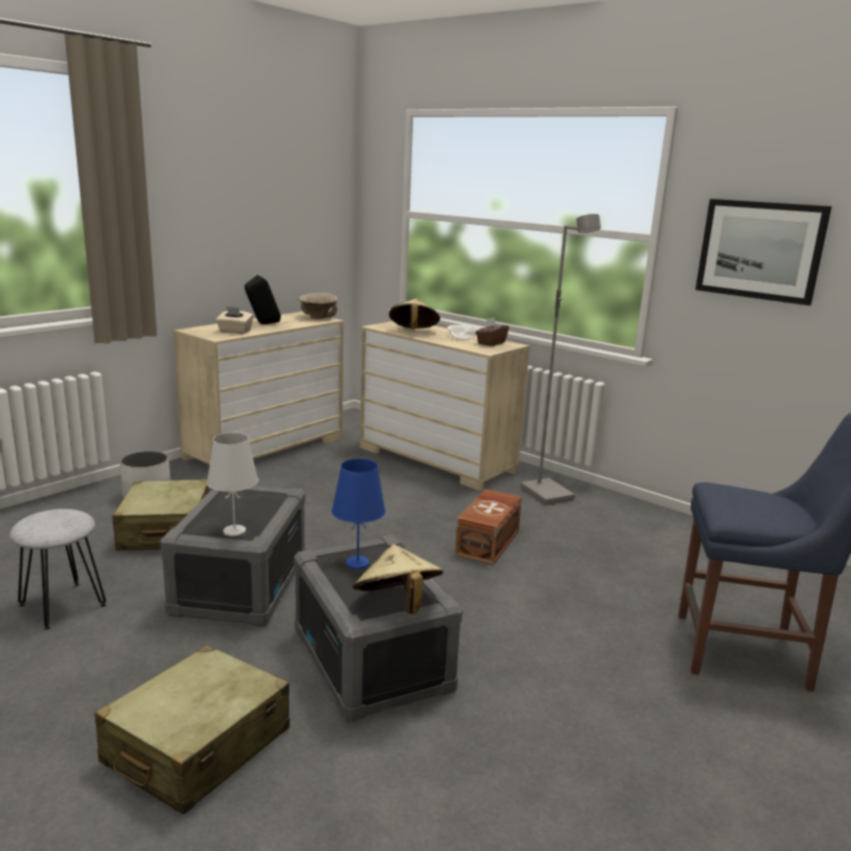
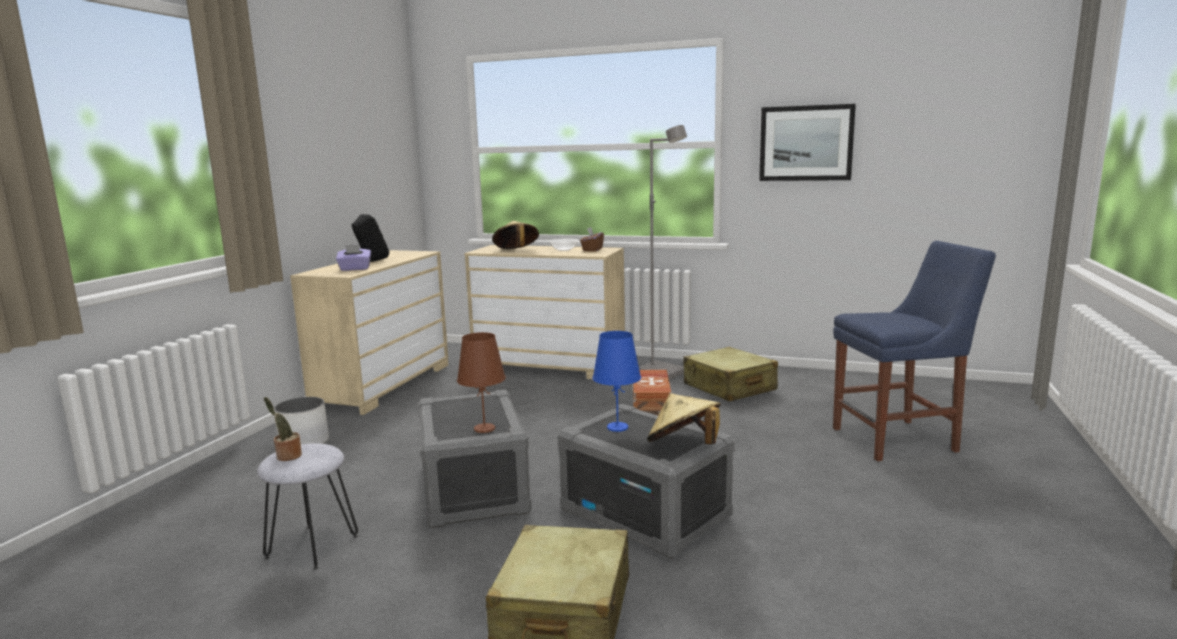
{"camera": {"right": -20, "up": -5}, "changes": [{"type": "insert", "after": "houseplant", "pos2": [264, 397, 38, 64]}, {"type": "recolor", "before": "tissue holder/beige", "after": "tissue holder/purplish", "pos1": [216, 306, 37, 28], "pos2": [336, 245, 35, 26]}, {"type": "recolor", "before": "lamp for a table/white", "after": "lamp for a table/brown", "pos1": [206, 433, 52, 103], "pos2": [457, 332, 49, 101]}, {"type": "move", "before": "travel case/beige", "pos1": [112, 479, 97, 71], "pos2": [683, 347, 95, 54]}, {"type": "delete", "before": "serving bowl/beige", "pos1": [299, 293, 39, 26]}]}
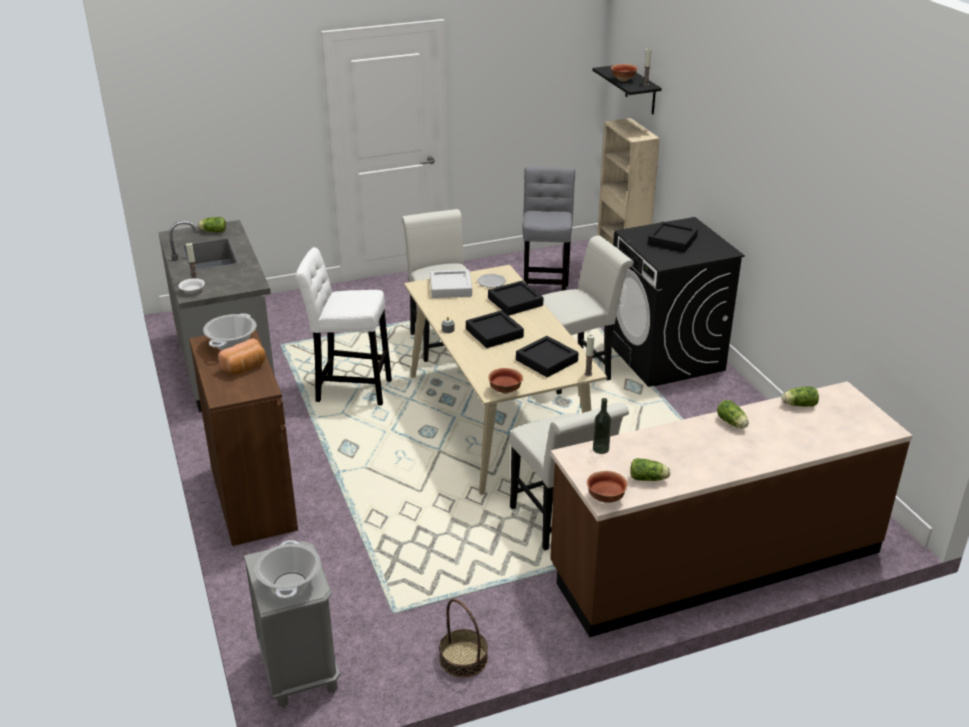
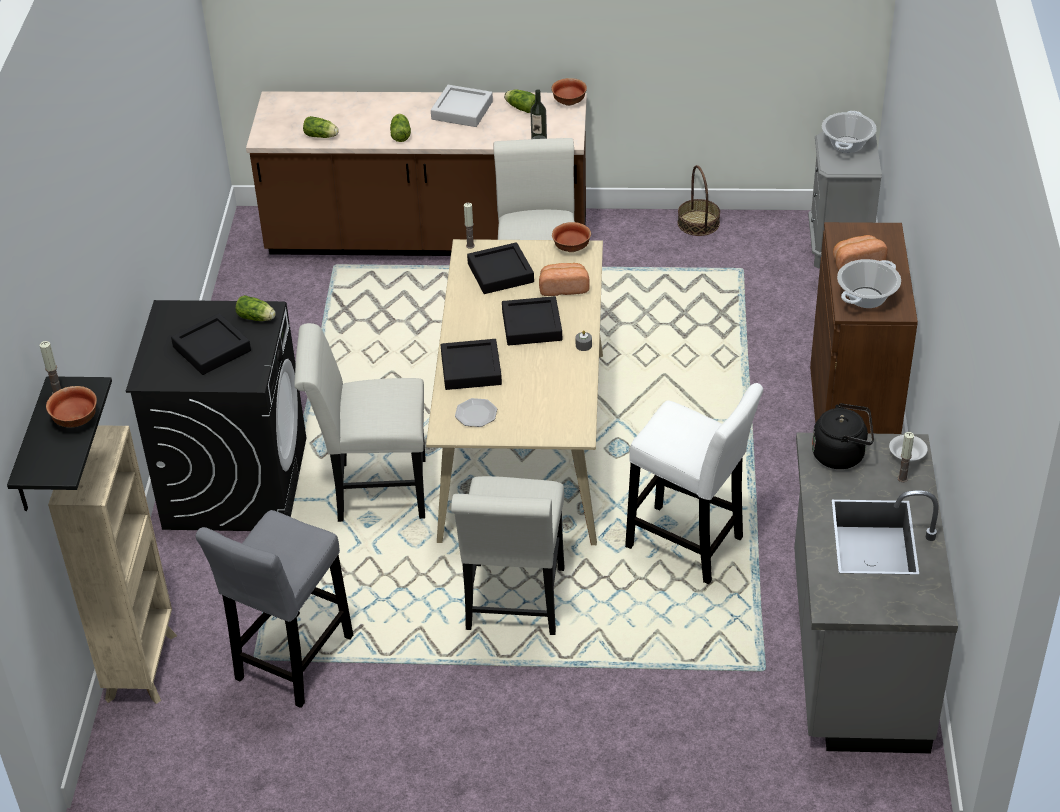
{"camera": {"right": -155, "up": 10}, "changes": [{"type": "move", "before": "lettuce head", "pos1": [198, 217, 28, 15], "pos2": [235, 295, 41, 26]}, {"type": "move", "before": "carrying tray/grey", "pos1": [430, 270, 42, 28], "pos2": [431, 85, 62, 42]}, {"type": "insert", "after": "bread", "pos2": [539, 263, 51, 33]}, {"type": "insert", "after": "water kettle/blackish", "pos2": [812, 403, 62, 66]}]}
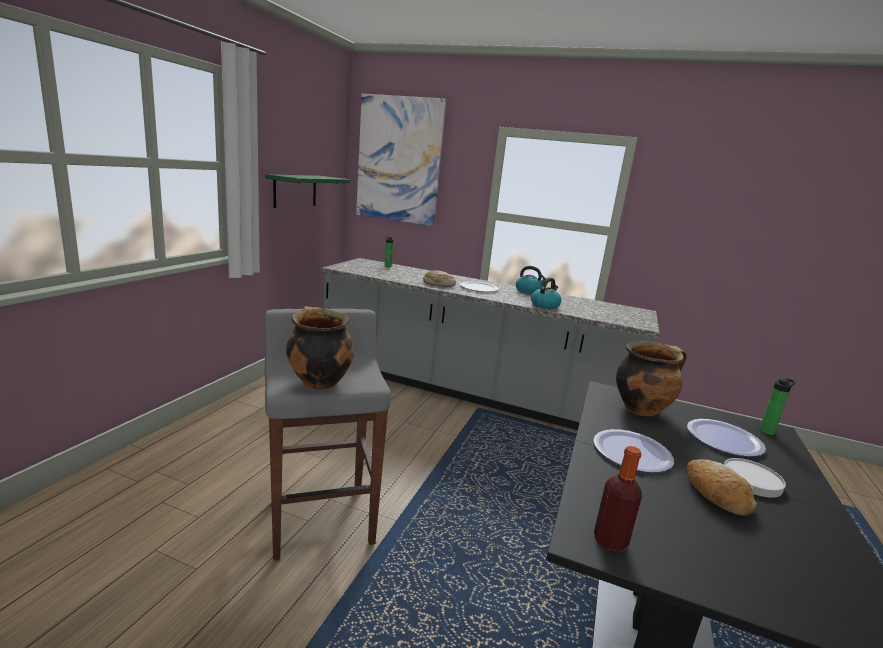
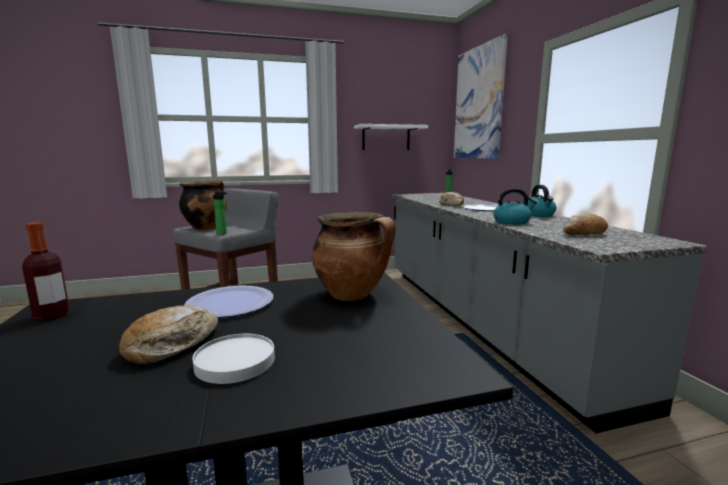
{"camera": {"right": 55, "up": -5}, "changes": [{"type": "move", "before": "bottle", "pos1": [759, 378, 37, 57], "pos2": [213, 191, 14, 44]}, {"type": "recolor", "before": "shelf/green-coloured", "after": "shelf/white", "pos1": [265, 174, 85, 34], "pos2": [354, 124, 74, 26]}, {"type": "insert", "after": "bread", "pos2": [563, 214, 45, 21]}, {"type": "delete", "before": "flat dish", "pos1": [687, 419, 79, 38]}]}
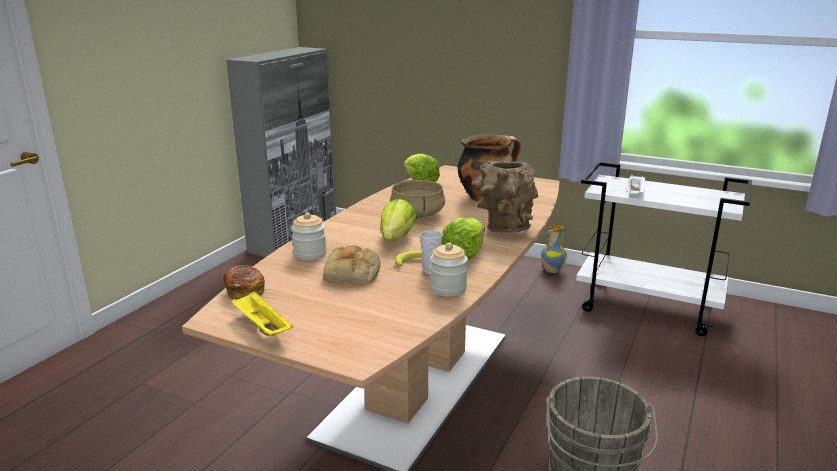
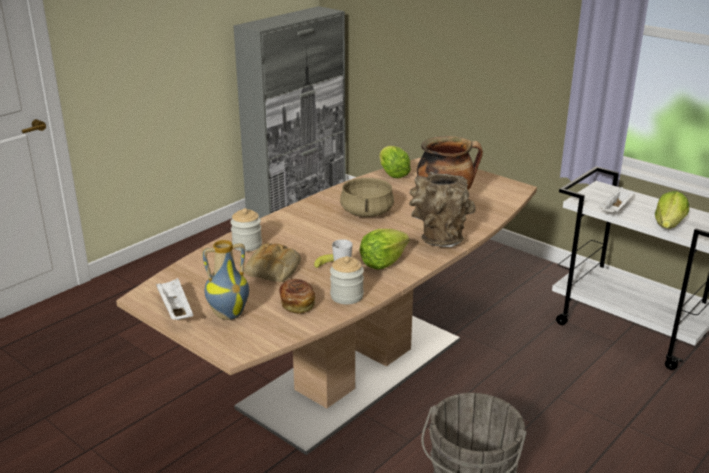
{"camera": {"right": 15, "up": 5}, "changes": [{"type": "recolor", "before": "carrying tray/yellow", "after": "carrying tray/white", "pos1": [231, 291, 63, 45], "pos2": [156, 278, 37, 42]}, {"type": "move", "before": "flower vase", "pos1": [540, 225, 27, 48], "pos2": [202, 240, 47, 80]}, {"type": "move", "before": "bread", "pos1": [223, 265, 42, 35], "pos2": [279, 279, 37, 35]}, {"type": "move", "before": "lettuce head", "pos1": [380, 199, 37, 42], "pos2": [655, 191, 34, 38]}]}
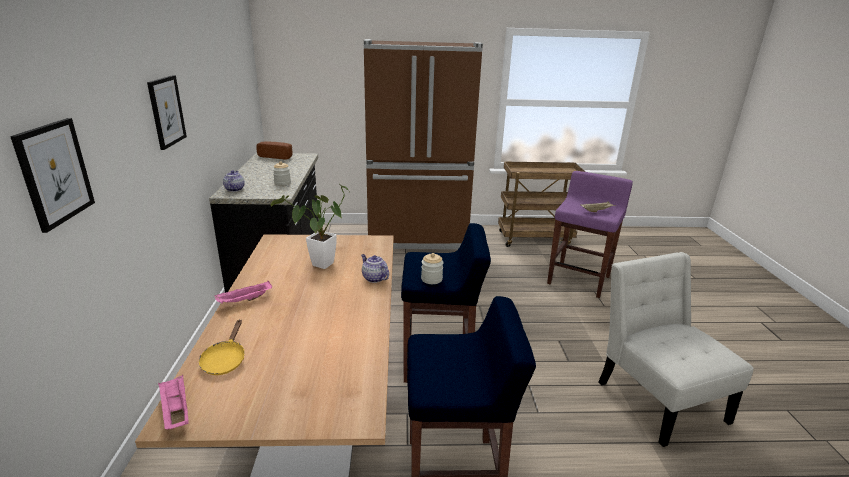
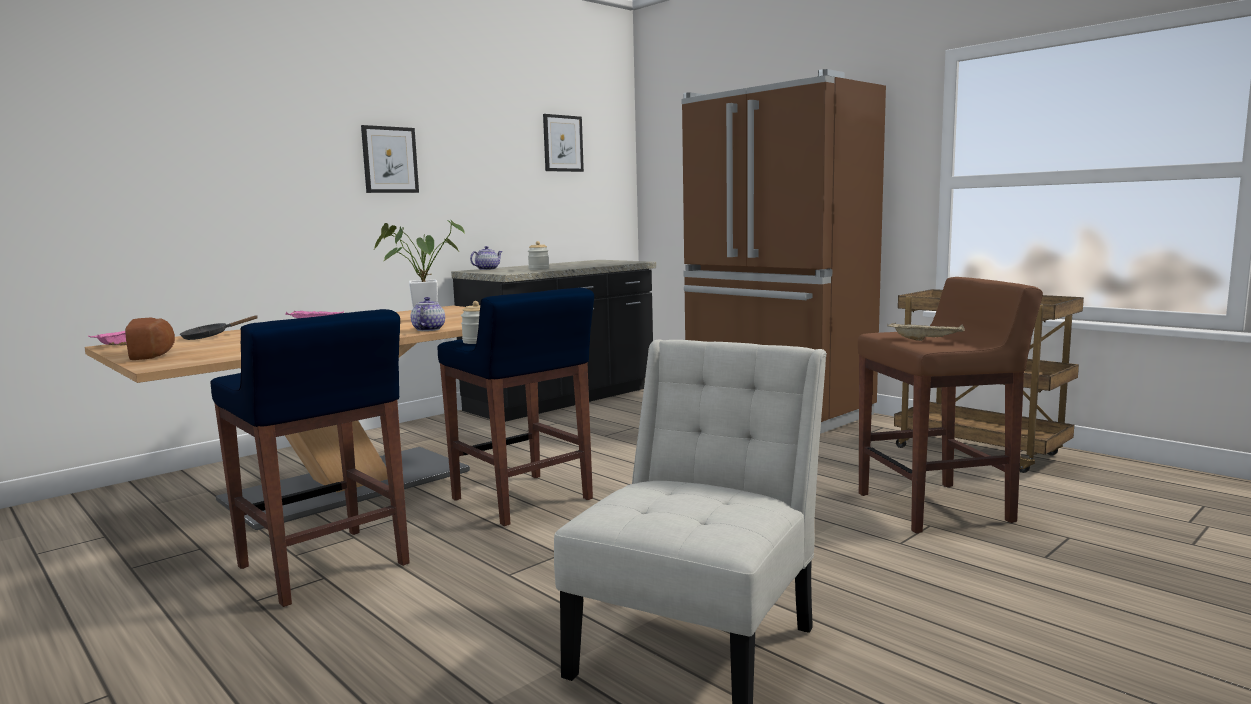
{"camera": {"right": 50, "up": -15}, "changes": [{"type": "move", "before": "bread", "pos1": [256, 141, 36, 19], "pos2": [125, 318, 50, 42]}, {"type": "recolor", "before": "frying pan/yellow", "after": "frying pan/blackish", "pos1": [199, 319, 46, 56], "pos2": [180, 315, 78, 25]}, {"type": "move", "before": "wall art", "pos1": [10, 118, 85, 115], "pos2": [543, 114, 41, 58]}, {"type": "recolor", "before": "sitting stool/purplish", "after": "sitting stool/brown", "pos1": [547, 171, 86, 127], "pos2": [858, 277, 185, 257]}]}
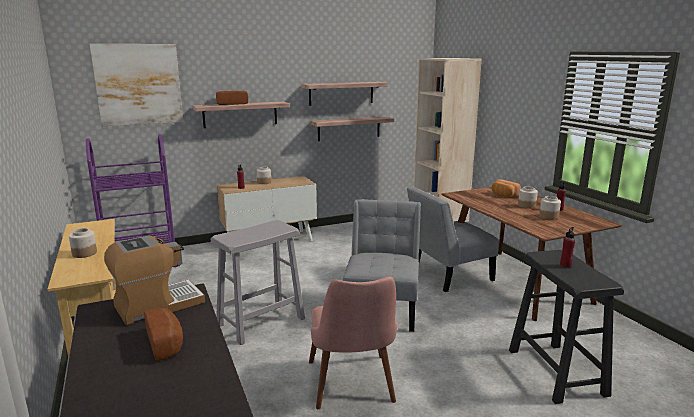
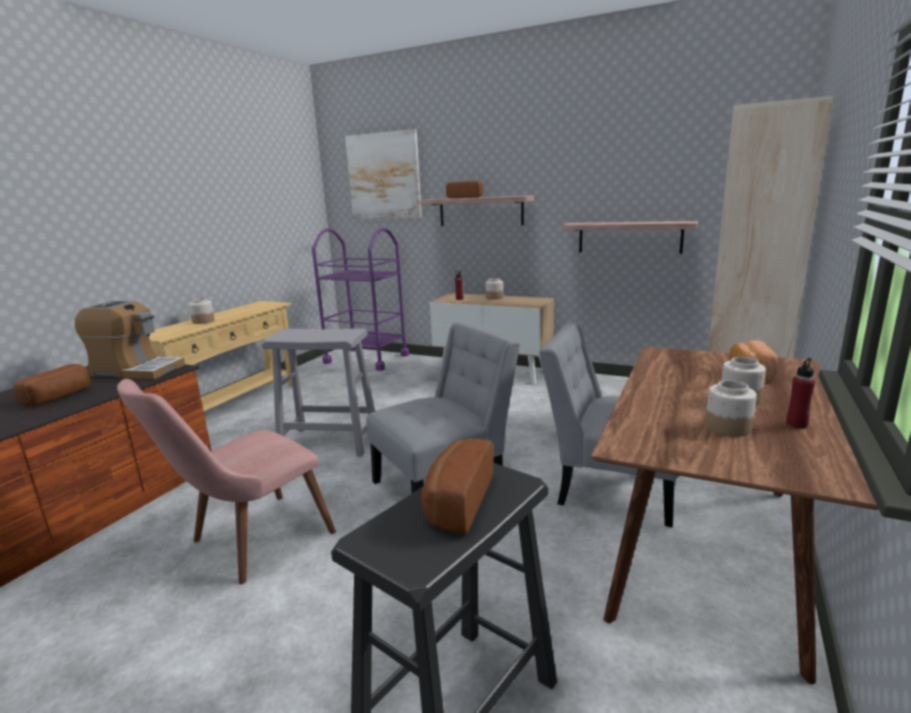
{"camera": {"right": 50, "up": 0}, "changes": [{"type": "replace", "before": "bottle/red", "after": "bread", "pos1": [560, 227, 15, 41], "pos2": [421, 438, 72, 95]}, {"type": "delete", "before": "shelf", "pos1": [301, 82, 87, 24]}]}
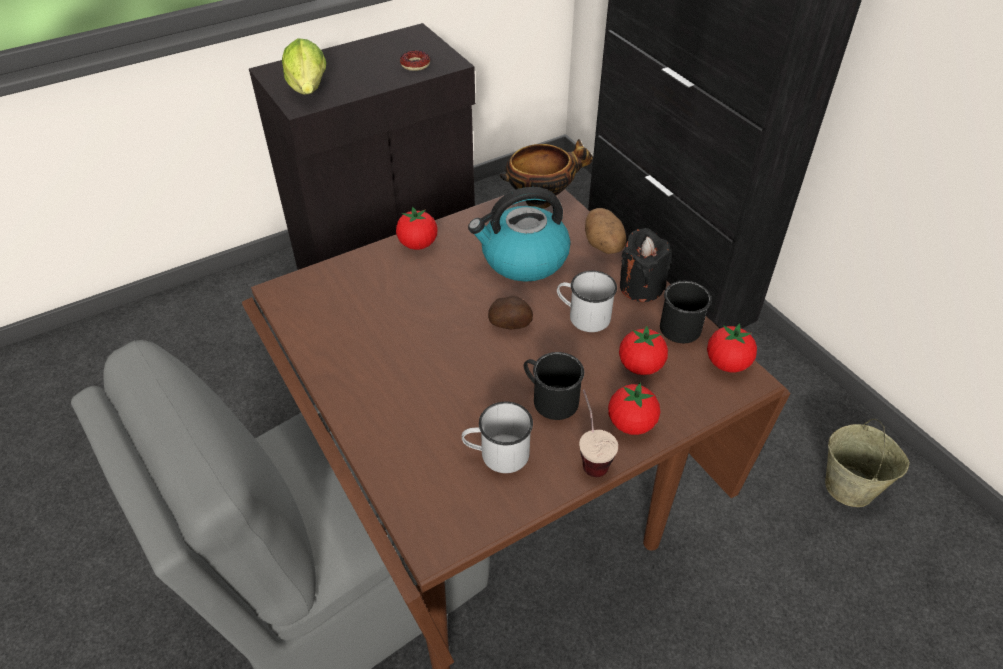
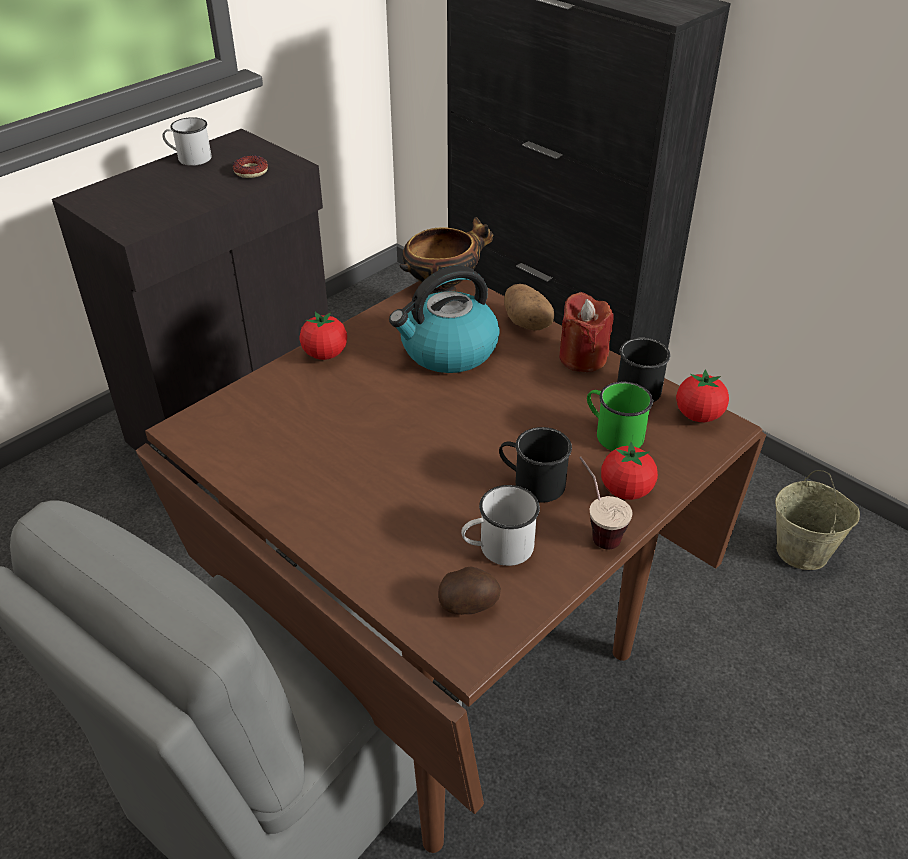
{"camera": {"right": -15, "up": -5}, "changes": [{"type": "move", "before": "mug/white", "pos1": [557, 271, 60, 61], "pos2": [162, 117, 49, 49]}, {"type": "move", "before": "whole potato", "pos1": [488, 296, 45, 33], "pos2": [438, 566, 63, 49]}, {"type": "recolor", "before": "candle/blackish", "after": "candle/red", "pos1": [620, 228, 52, 74], "pos2": [559, 292, 55, 80]}, {"type": "replace", "before": "fresh tomato", "after": "mug/green-coloured", "pos1": [619, 325, 49, 50], "pos2": [587, 382, 66, 69]}, {"type": "delete", "before": "lettuce head", "pos1": [282, 38, 44, 56]}]}
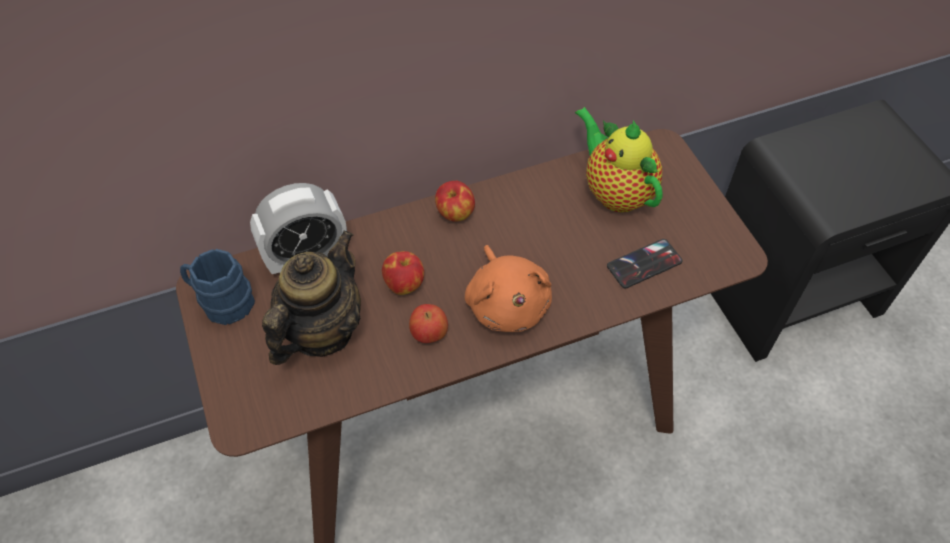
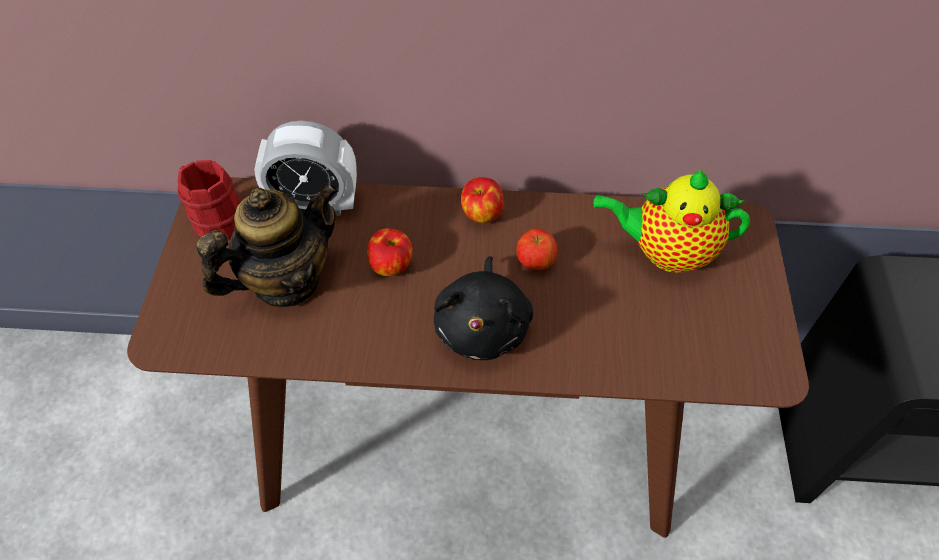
{"camera": {"right": 25, "up": 0}, "changes": [{"type": "recolor", "before": "mug/blue-coloured", "after": "mug/red", "pos1": [180, 249, 75, 76], "pos2": [178, 160, 64, 79]}, {"type": "recolor", "before": "soft toy/orange", "after": "soft toy/blackish", "pos1": [465, 245, 87, 87], "pos2": [434, 256, 99, 104]}, {"type": "move", "before": "apple fruit", "pos1": [409, 304, 39, 39], "pos2": [516, 228, 41, 42]}, {"type": "rotate", "before": "tea pot", "pos1": [575, 107, 88, 106], "pos2": [593, 169, 157, 104], "turn": -75}, {"type": "delete", "before": "telephone", "pos1": [607, 239, 76, 50]}]}
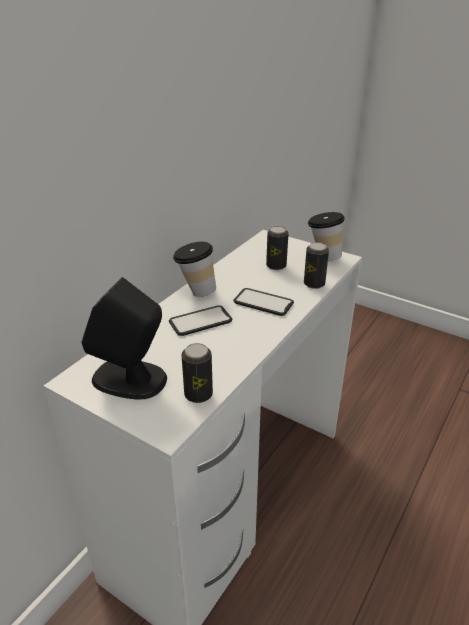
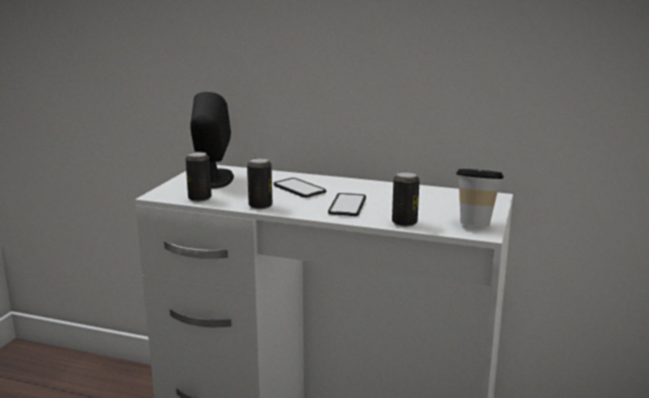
{"camera": {"right": 75, "up": -15}, "changes": [{"type": "move", "before": "metal can", "pos1": [266, 226, 23, 44], "pos2": [247, 158, 25, 51]}, {"type": "delete", "before": "cup", "pos1": [173, 242, 43, 55]}]}
